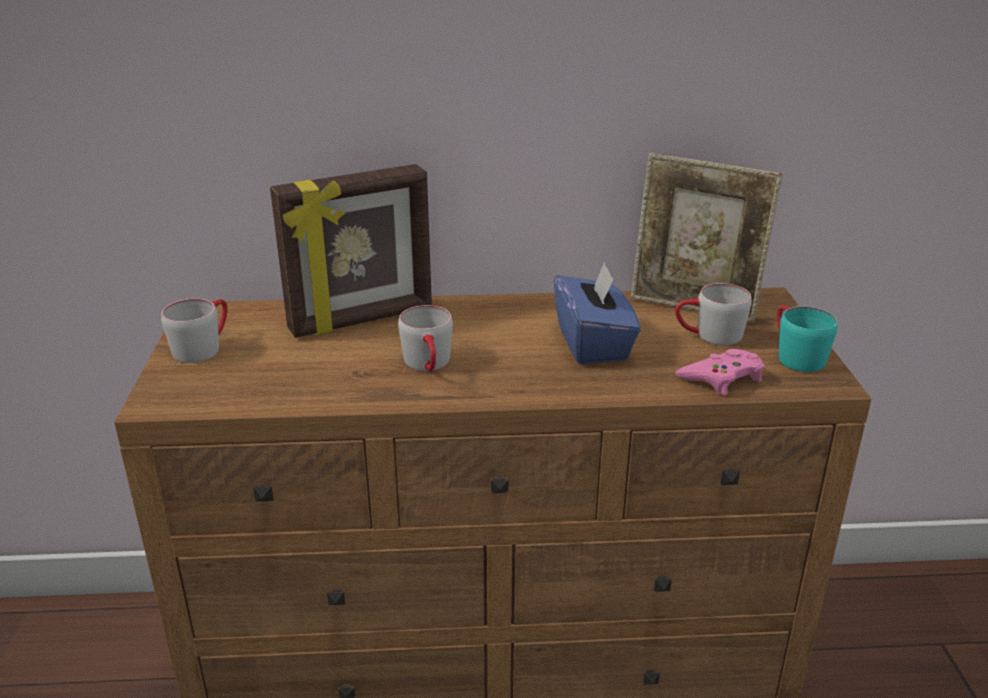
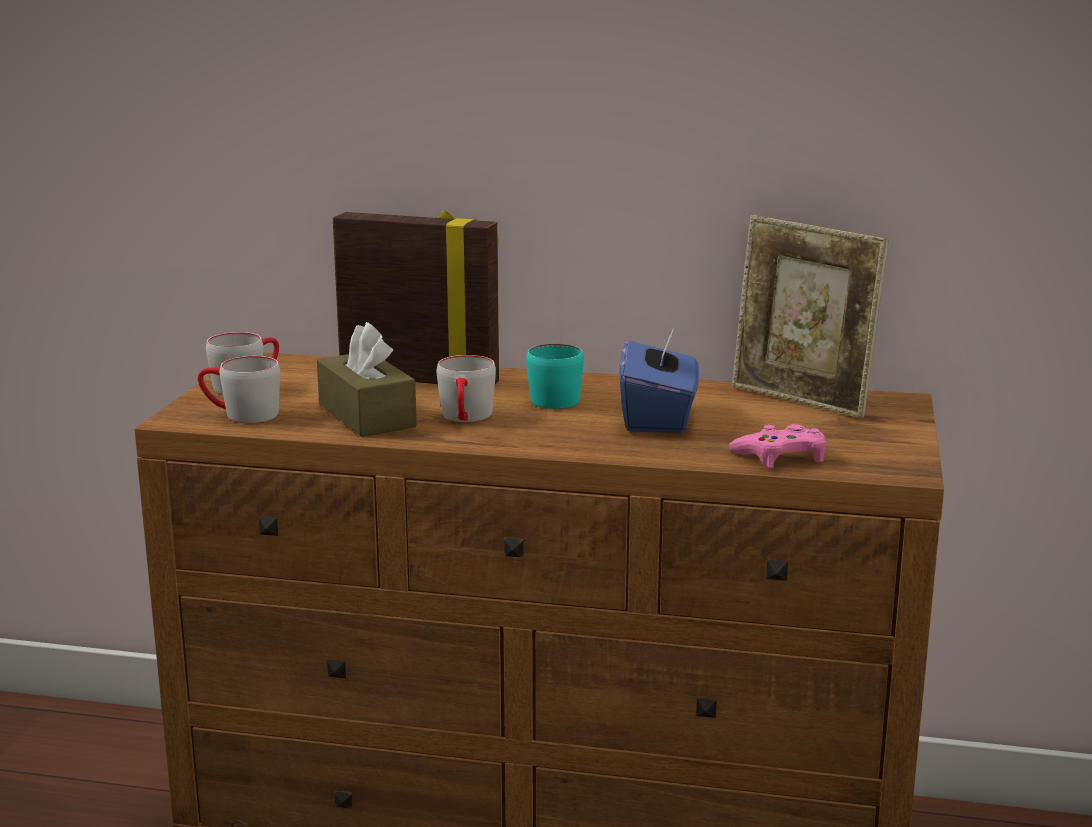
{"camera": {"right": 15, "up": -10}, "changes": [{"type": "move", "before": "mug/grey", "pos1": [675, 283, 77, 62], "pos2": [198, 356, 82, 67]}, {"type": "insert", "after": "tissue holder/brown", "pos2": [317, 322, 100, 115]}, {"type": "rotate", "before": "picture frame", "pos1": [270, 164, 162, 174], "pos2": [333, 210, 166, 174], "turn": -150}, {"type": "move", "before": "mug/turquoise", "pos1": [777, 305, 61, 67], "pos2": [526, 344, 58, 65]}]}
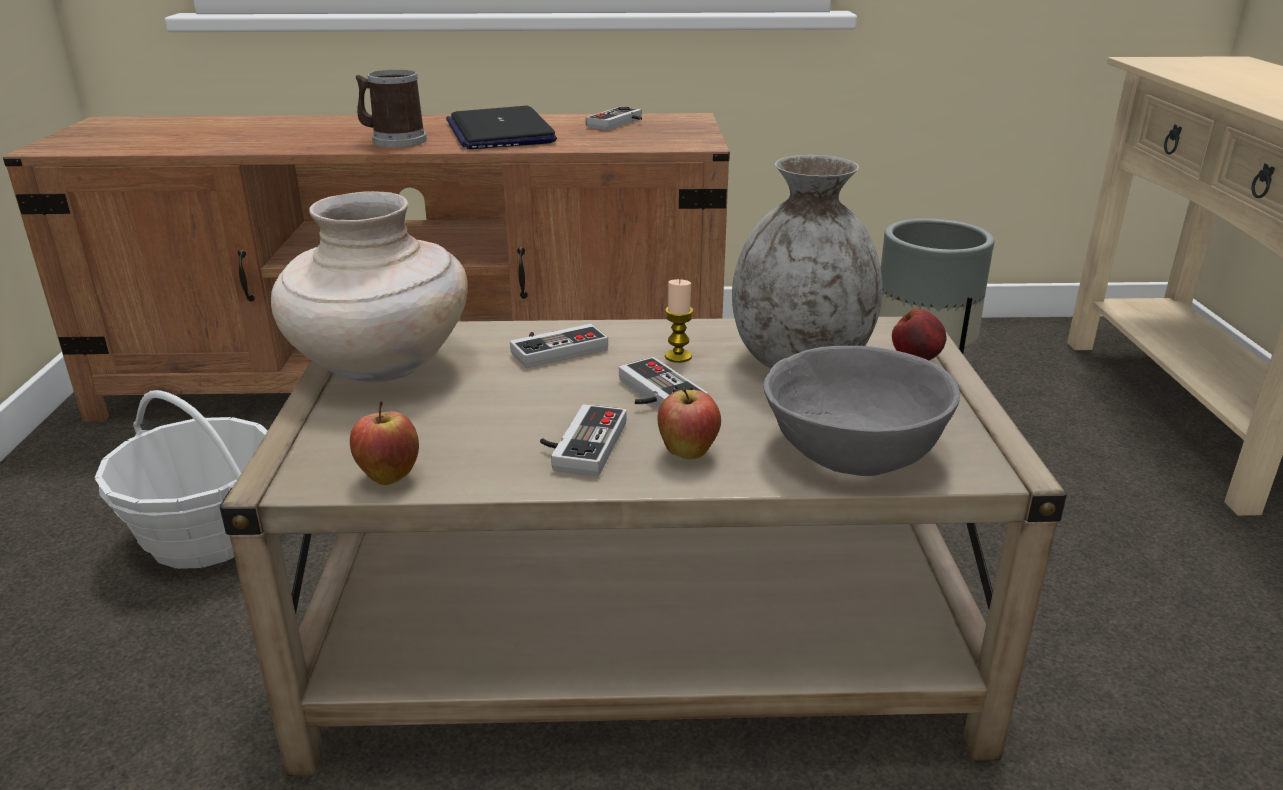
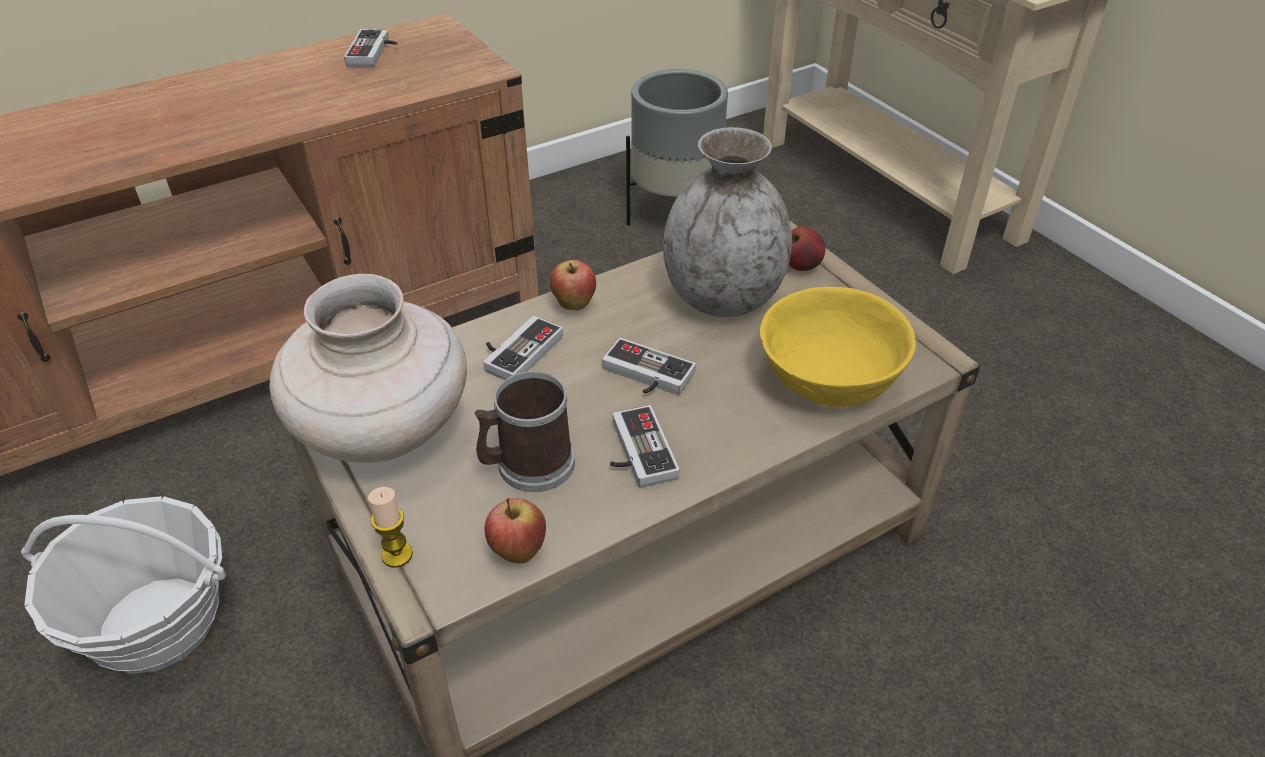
{"camera": {"right": -30, "up": 15}, "changes": [{"type": "move", "before": "candle", "pos1": [665, 279, 28, 84], "pos2": [368, 487, 45, 81]}, {"type": "move", "before": "mug", "pos1": [356, 70, 71, 77], "pos2": [475, 371, 100, 121]}, {"type": "move", "before": "apple fruit", "pos1": [657, 387, 64, 72], "pos2": [550, 260, 46, 51]}, {"type": "recolor", "before": "serving bowl/grey", "after": "serving bowl/yellow", "pos1": [763, 346, 197, 130], "pos2": [760, 287, 156, 120]}, {"type": "delete", "before": "portable computer", "pos1": [446, 106, 111, 43]}]}
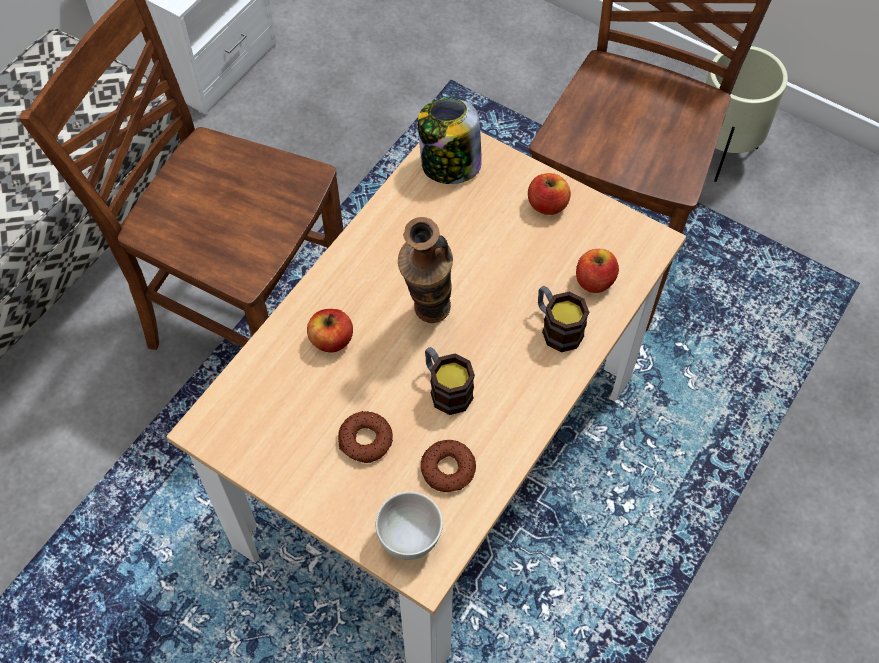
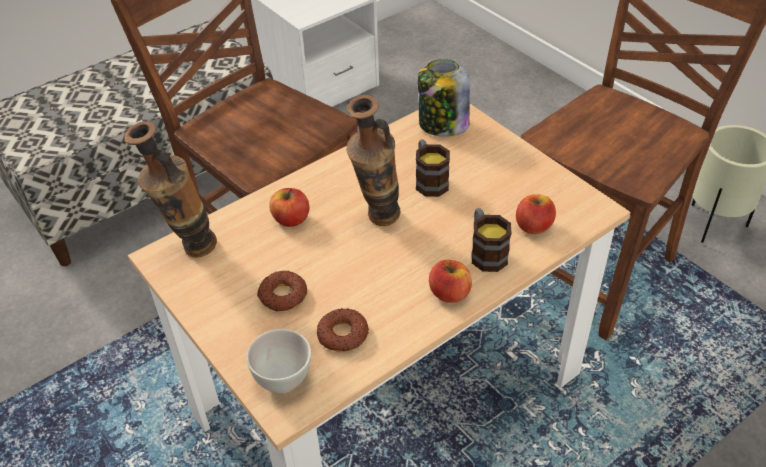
{"camera": {"right": 20, "up": -15}, "changes": [{"type": "insert", "after": "flower vase", "pos2": [124, 121, 93, 137]}, {"type": "move", "before": "mug", "pos1": [425, 347, 50, 68], "pos2": [416, 140, 34, 57]}, {"type": "move", "before": "apple fruit", "pos1": [528, 173, 43, 42], "pos2": [429, 260, 43, 43]}]}
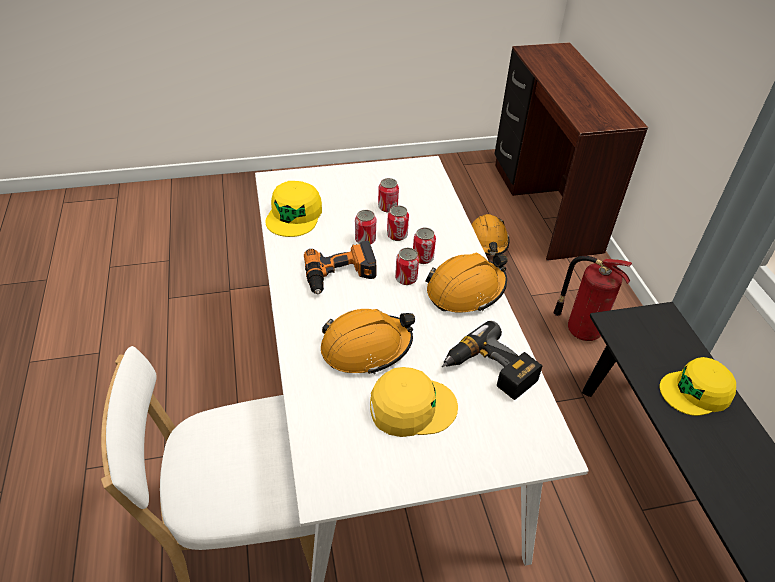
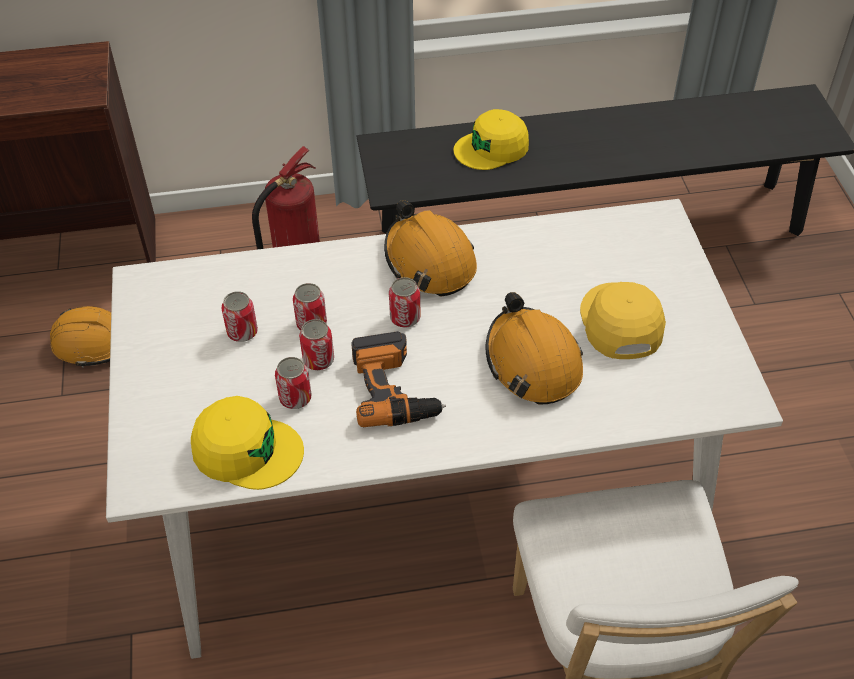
{"camera": {"right": -85, "up": 5}, "changes": [{"type": "move", "before": "metal can", "pos1": [413, 228, 23, 36], "pos2": [275, 357, 36, 52]}, {"type": "rotate", "before": "cap/yellow", "pos1": [660, 357, 76, 59], "pos2": [454, 109, 75, 61], "turn": 75}, {"type": "delete", "before": "drill", "pos1": [441, 321, 101, 79]}]}
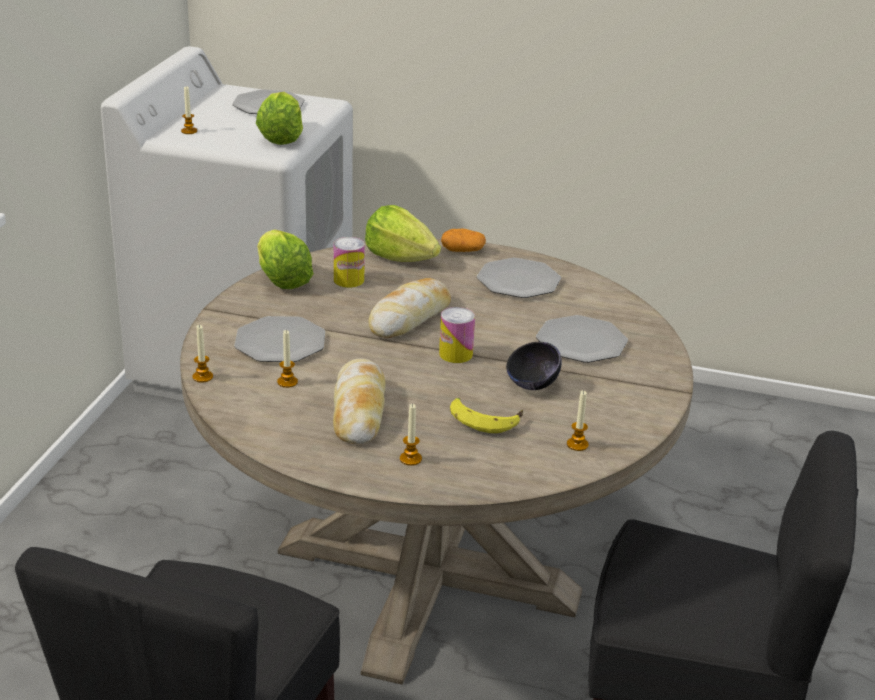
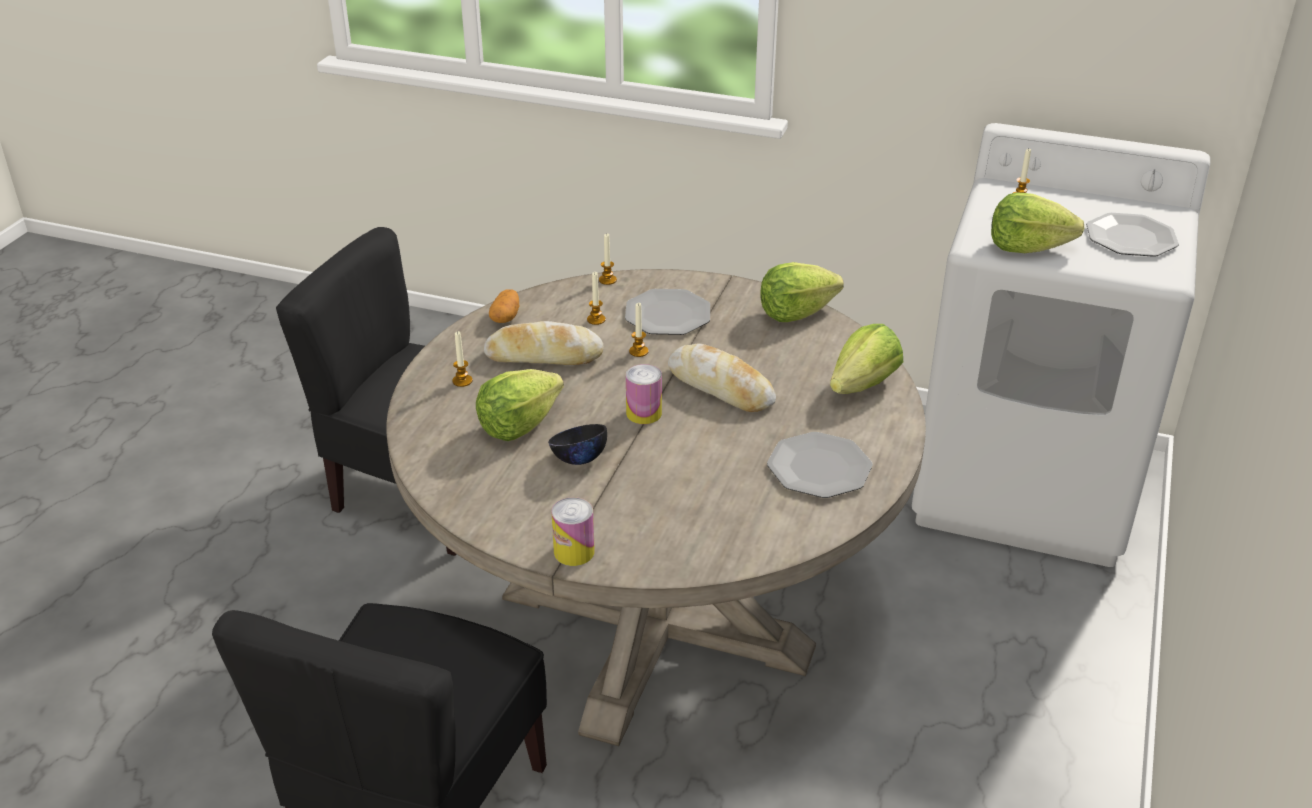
{"camera": {"right": 95, "up": 5}, "changes": [{"type": "replace", "before": "whole banana", "after": "lettuce head", "pos1": [450, 398, 73, 35], "pos2": [476, 369, 88, 72]}, {"type": "move", "before": "whole potato", "pos1": [441, 229, 45, 23], "pos2": [489, 290, 30, 33]}, {"type": "move", "before": "metal can", "pos1": [334, 237, 31, 51], "pos2": [552, 497, 43, 69]}, {"type": "move", "before": "candle", "pos1": [567, 391, 22, 60], "pos2": [629, 303, 20, 54]}, {"type": "delete", "before": "flat dish", "pos1": [536, 315, 92, 48]}]}
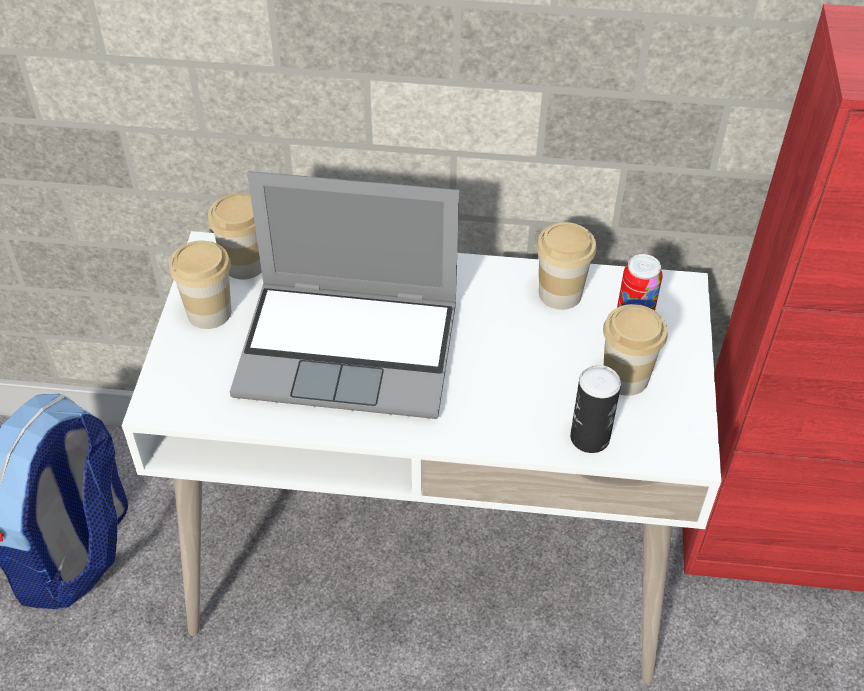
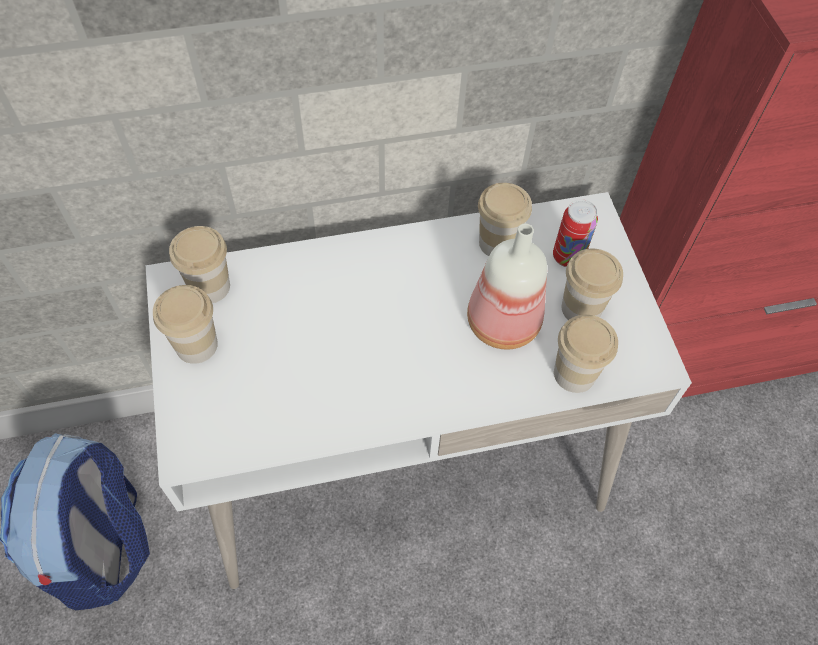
{"camera": {"right": -20, "up": 10}, "changes": [{"type": "insert", "after": "bottle", "pos2": [467, 223, 80, 126]}, {"type": "replace", "before": "metal can", "after": "cup", "pos1": [570, 365, 51, 88], "pos2": [554, 315, 64, 78]}, {"type": "delete", "before": "portable computer", "pos1": [230, 171, 229, 248]}]}
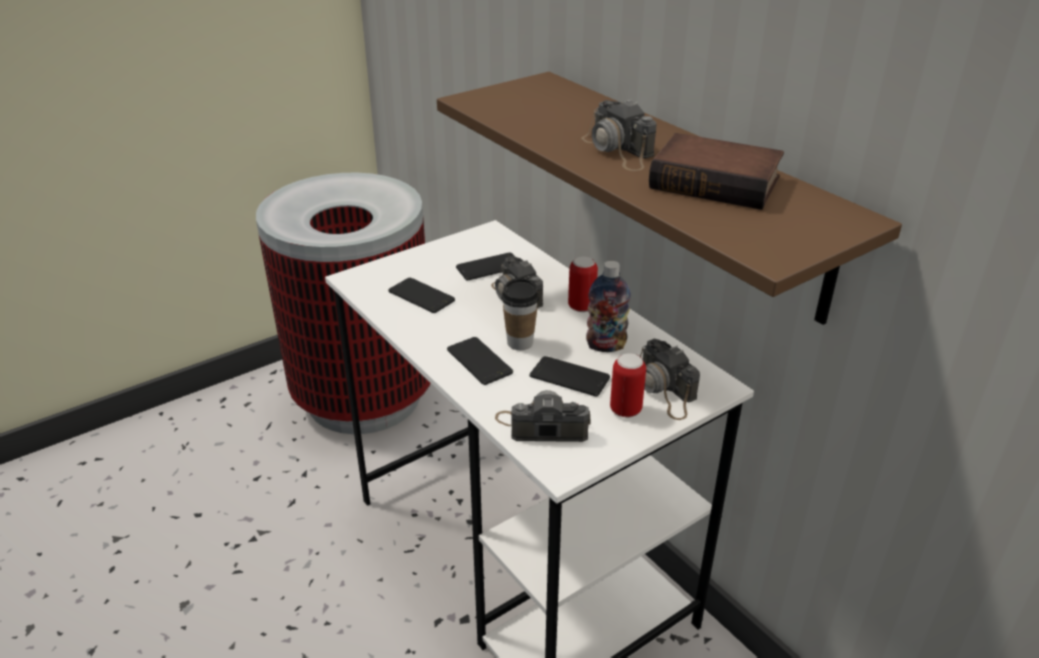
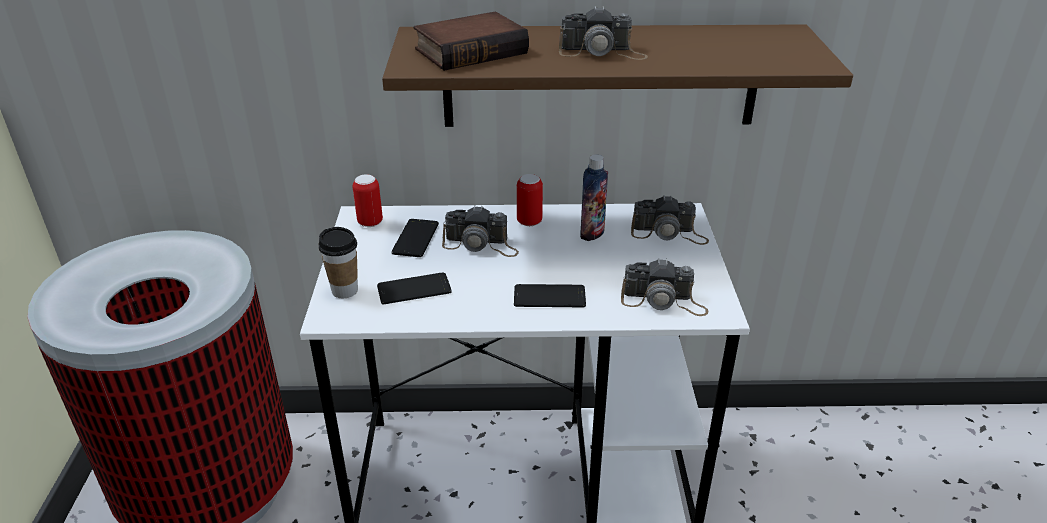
{"camera": {"right": -55, "up": 0}, "changes": [{"type": "move", "before": "cup", "pos1": [501, 278, 38, 72], "pos2": [318, 227, 40, 71]}, {"type": "move", "before": "metal can", "pos1": [610, 353, 36, 64], "pos2": [352, 174, 31, 53]}, {"type": "move", "before": "book", "pos1": [649, 133, 135, 77], "pos2": [414, 11, 115, 60]}, {"type": "rotate", "before": "still camera", "pos1": [495, 390, 96, 52], "pos2": [621, 258, 87, 58], "turn": -120}, {"type": "delete", "before": "telephone", "pos1": [530, 356, 80, 40]}]}
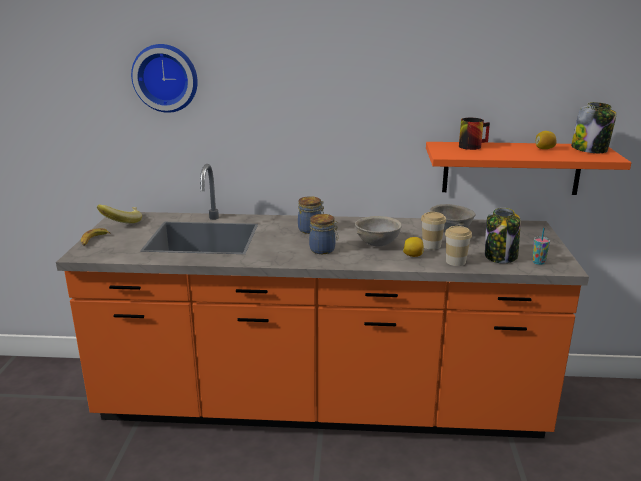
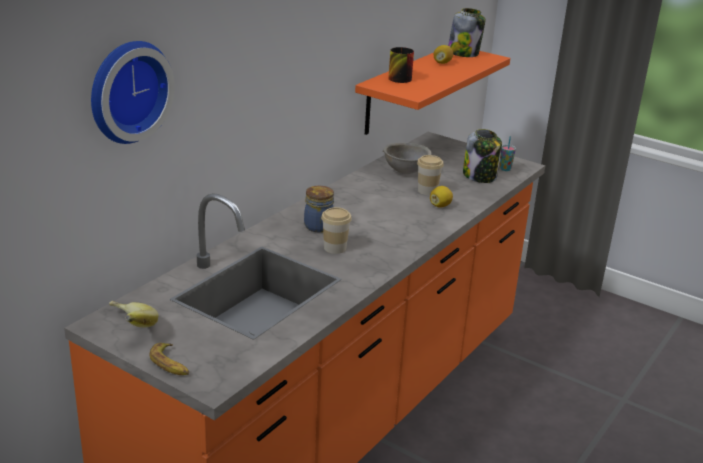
{"camera": {"right": -60, "up": 5}, "changes": [{"type": "move", "before": "cup", "pos1": [445, 226, 27, 40], "pos2": [321, 207, 31, 47]}, {"type": "delete", "before": "storage jar", "pos1": [309, 214, 29, 40]}, {"type": "delete", "before": "serving bowl/grey", "pos1": [355, 216, 47, 31]}]}
